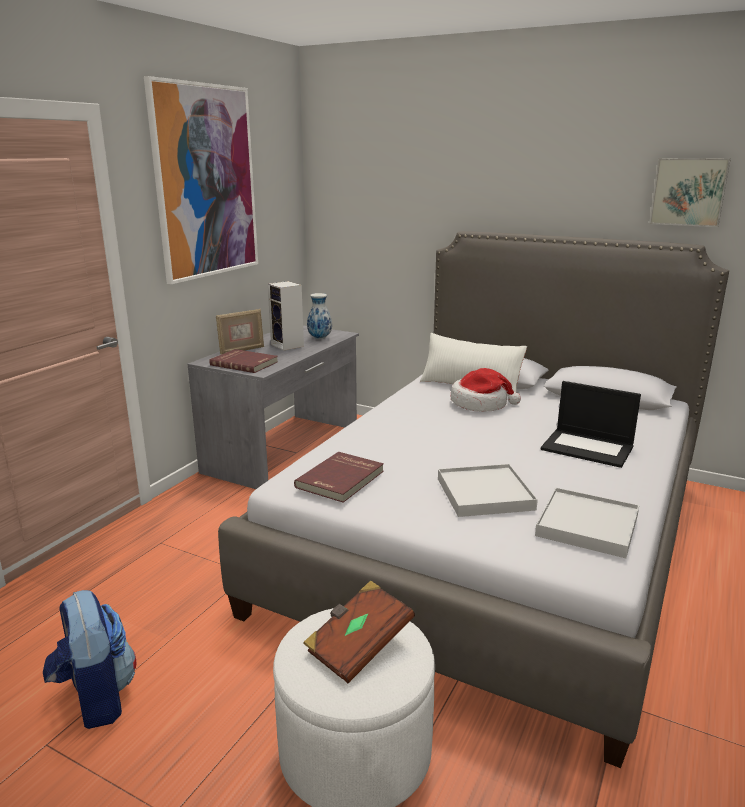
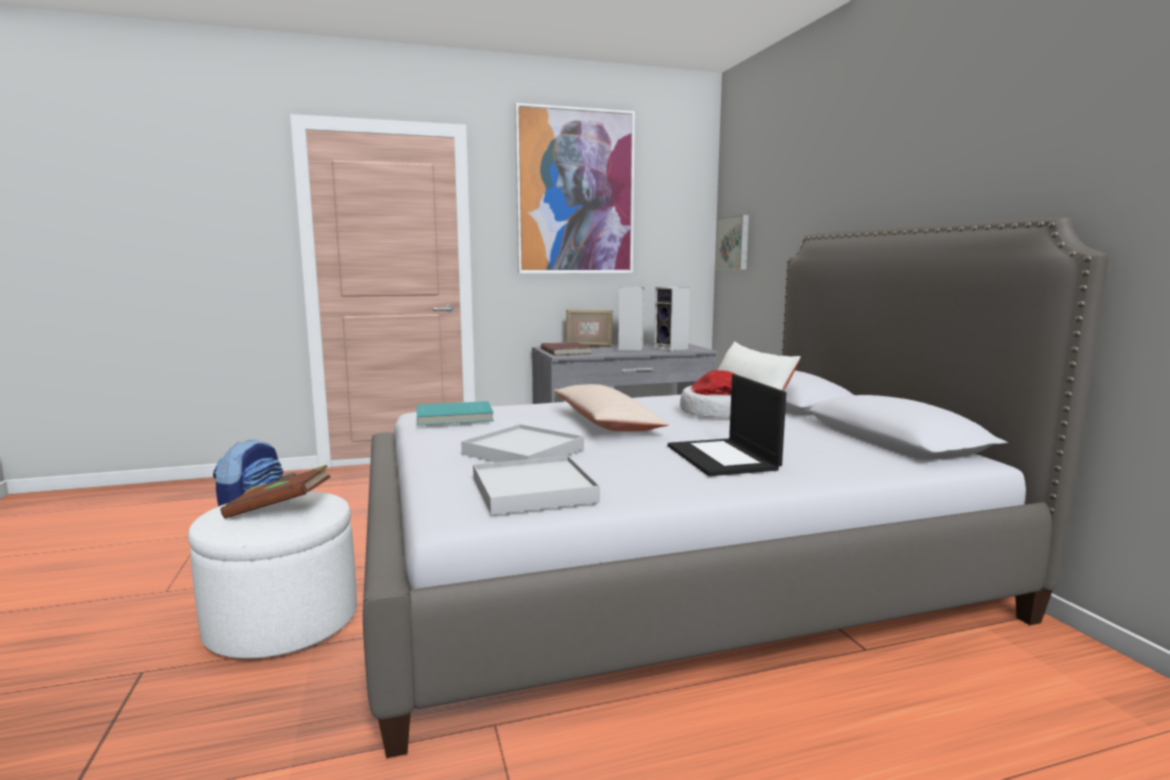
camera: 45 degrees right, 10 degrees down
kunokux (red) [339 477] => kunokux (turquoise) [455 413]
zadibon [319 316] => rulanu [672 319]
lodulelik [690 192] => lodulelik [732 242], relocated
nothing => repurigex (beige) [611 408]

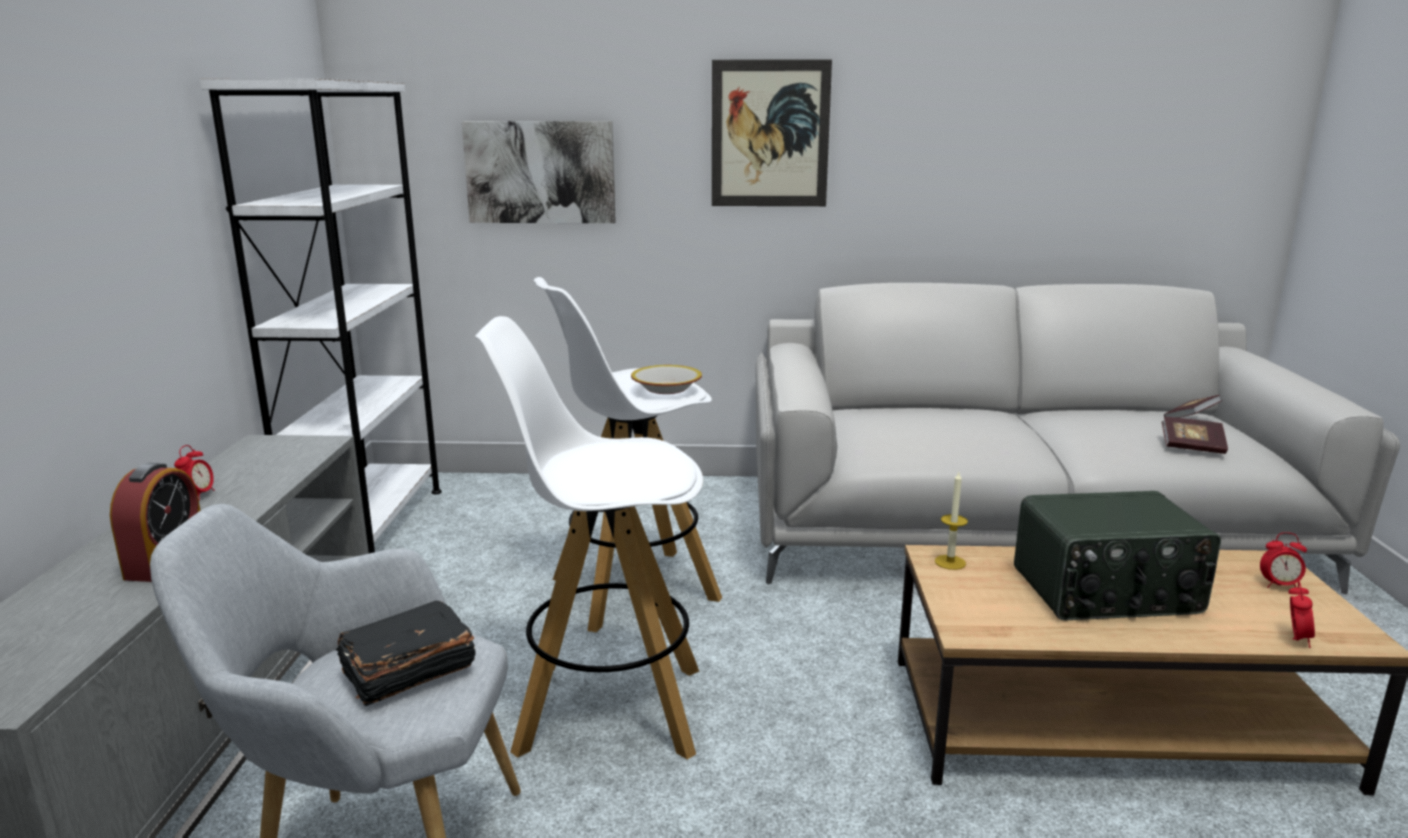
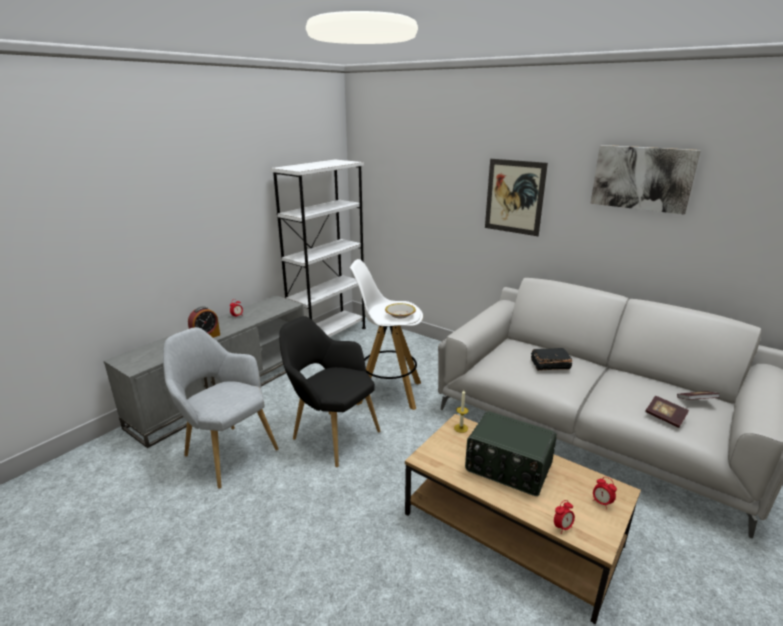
camera: 35 degrees right, 5 degrees up
kunokux (black) [406 653] => kunokux (black) [552 359], relocated
lodulelik [539 172] => lodulelik [645 180], relocated
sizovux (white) [589 537] => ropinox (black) [329 391]

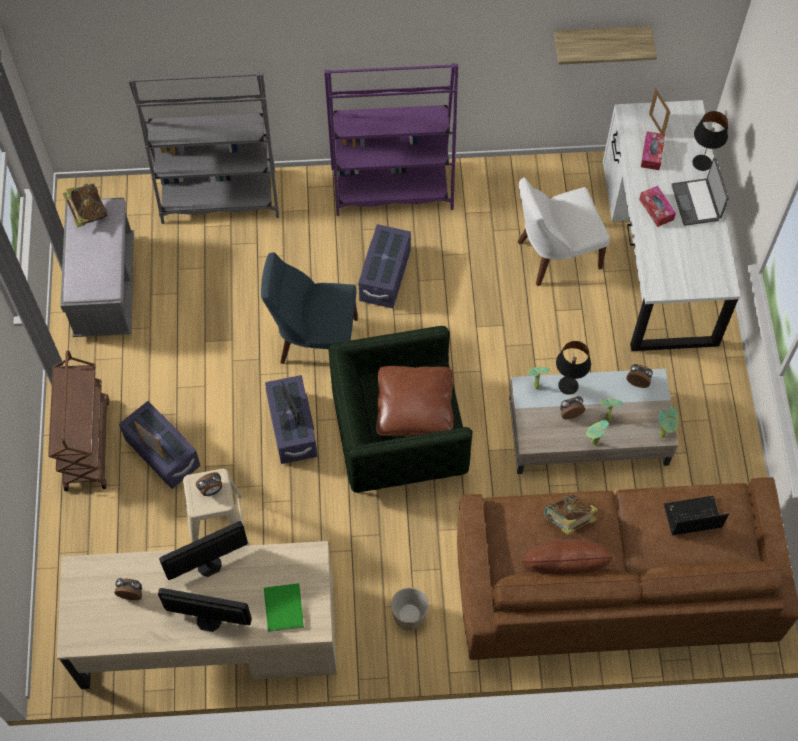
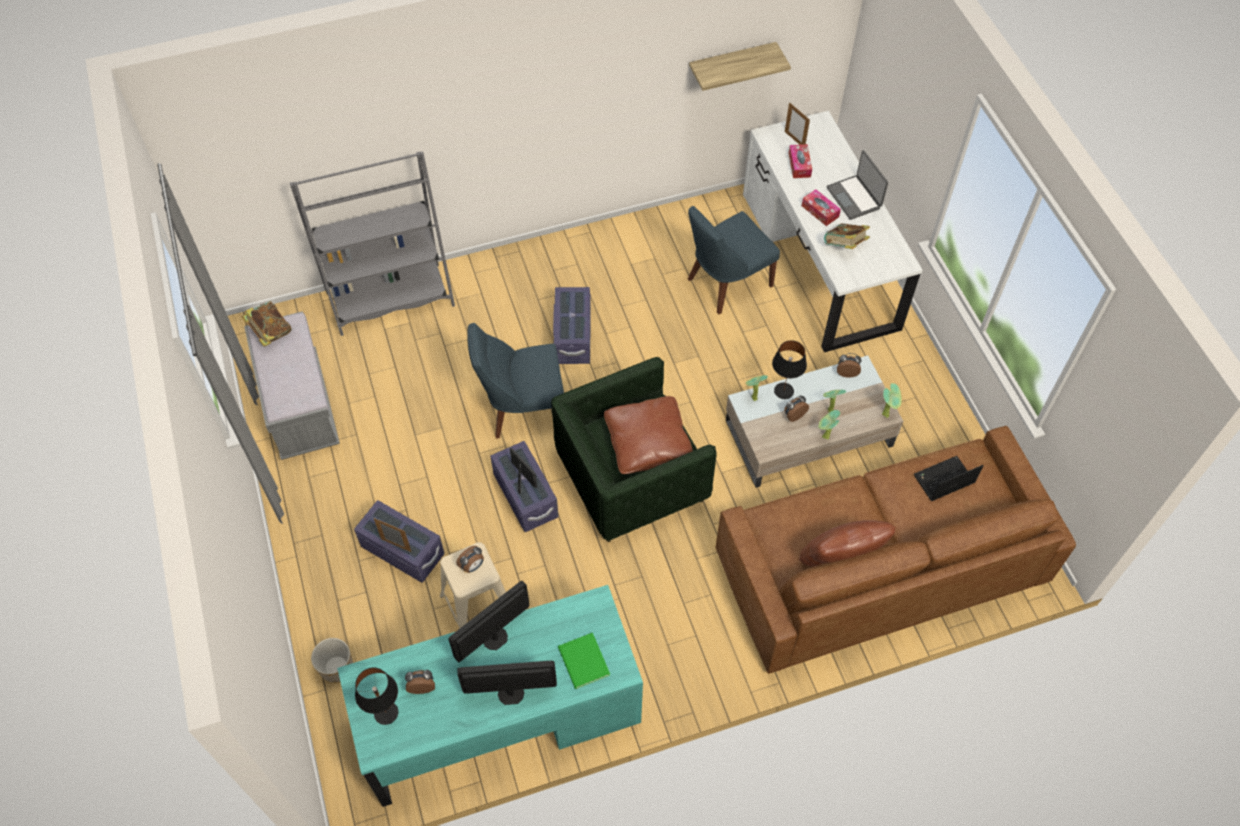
camera: 15 degrees left, 5 degrees down
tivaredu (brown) [78 421] => nothing
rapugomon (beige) [197 615] => rapugomon (turquoise) [490 696]
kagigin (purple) [391 139] => nothing
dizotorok [410 608] => dizotorok [332 660], relocated
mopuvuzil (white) [564 232] => mopuvuzil (blue) [734 260]
kunokux [571 514] => kunokux [847 236], relocated
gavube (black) [710 141] => gavube (black) [376 696], relocated

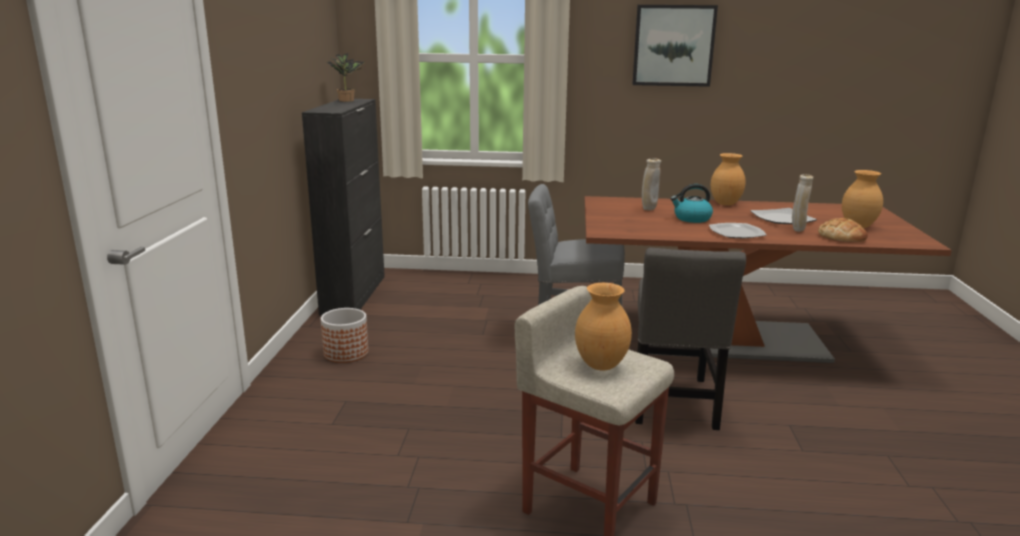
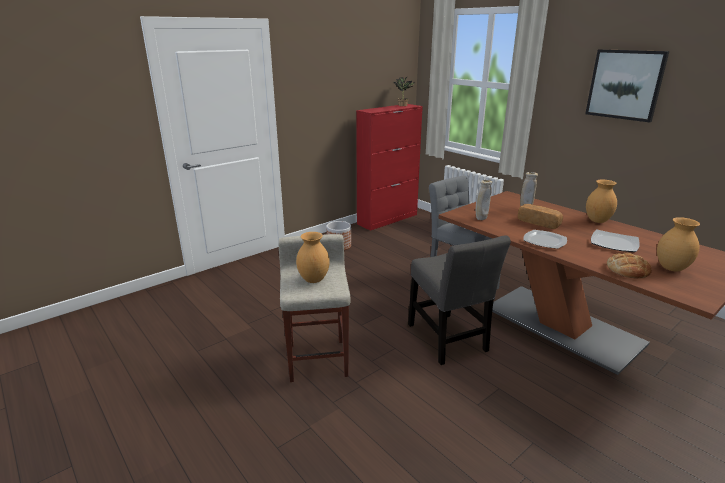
camera: 45 degrees right, 5 degrees up
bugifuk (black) [343 207] => bugifuk (red) [389 167]
mopuvuzil (grey) [690 339] => mopuvuzil (grey) [459 300], 75 degrees counterclockwise
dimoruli [691 203] => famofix [540 216]
zadibon (beige) [802 203] => zadibon (beige) [484 200], relocated

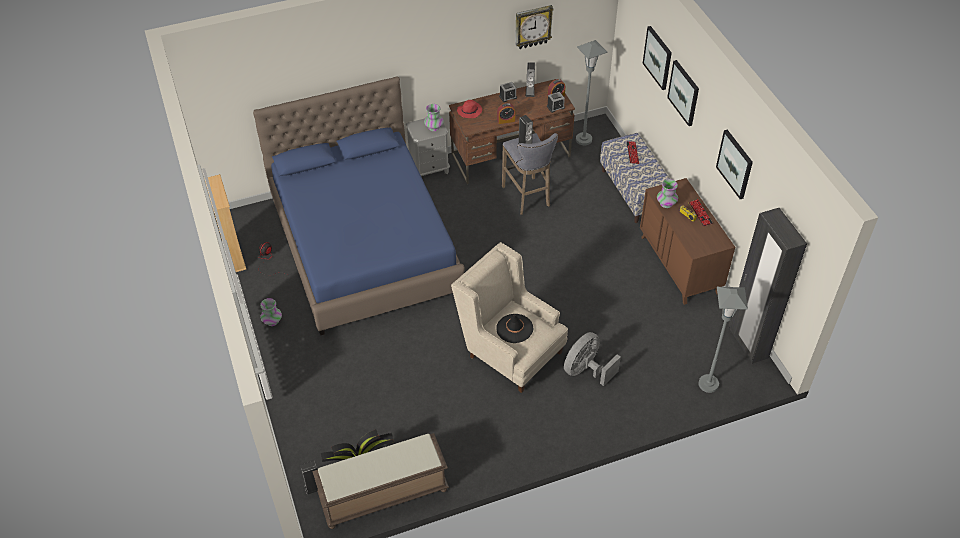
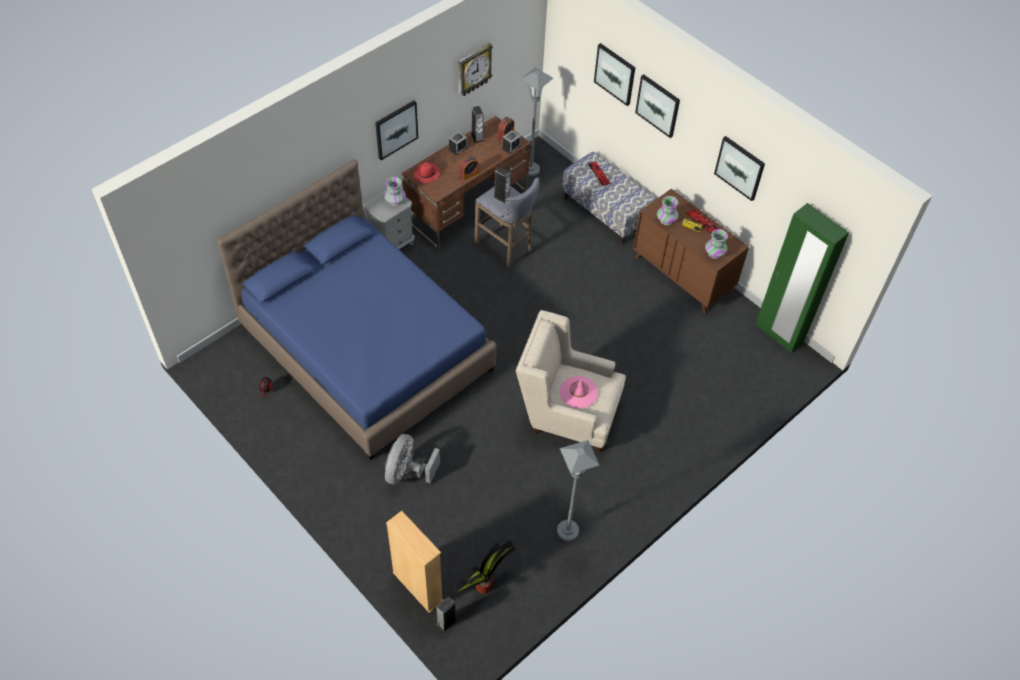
camera: 25 degrees left, 5 degrees up
kagigin (beige) [225 223] => kagigin (beige) [414 562], relocated
zadibon [271 312] => zadibon [716 244], relocated
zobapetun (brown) [381 481] => nothing
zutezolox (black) [514 328] => zutezolox (pink) [578 392]
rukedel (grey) [592 359] => rukedel (grey) [412 459], relocated
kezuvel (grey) [723 340] => kezuvel (grey) [578 490], relocated
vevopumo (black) [768 286] => vevopumo (green) [802 278]
nothing => lodulelik [396 130]

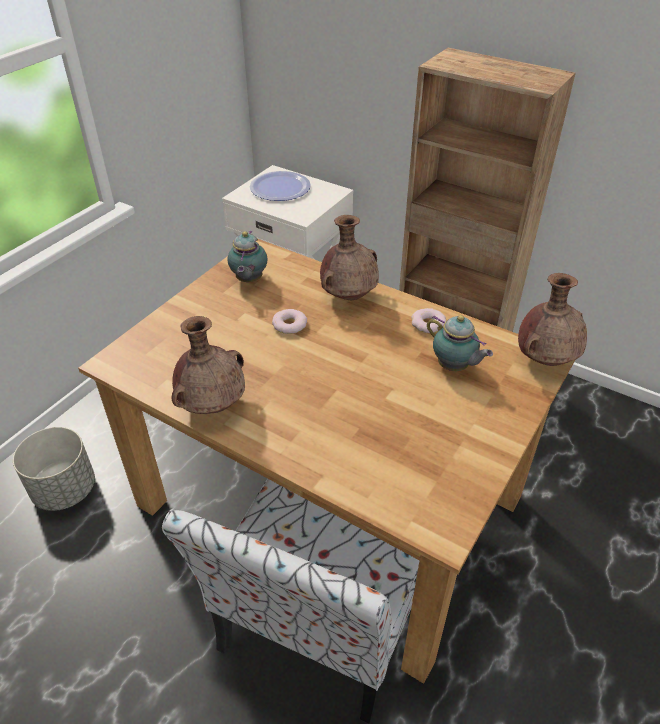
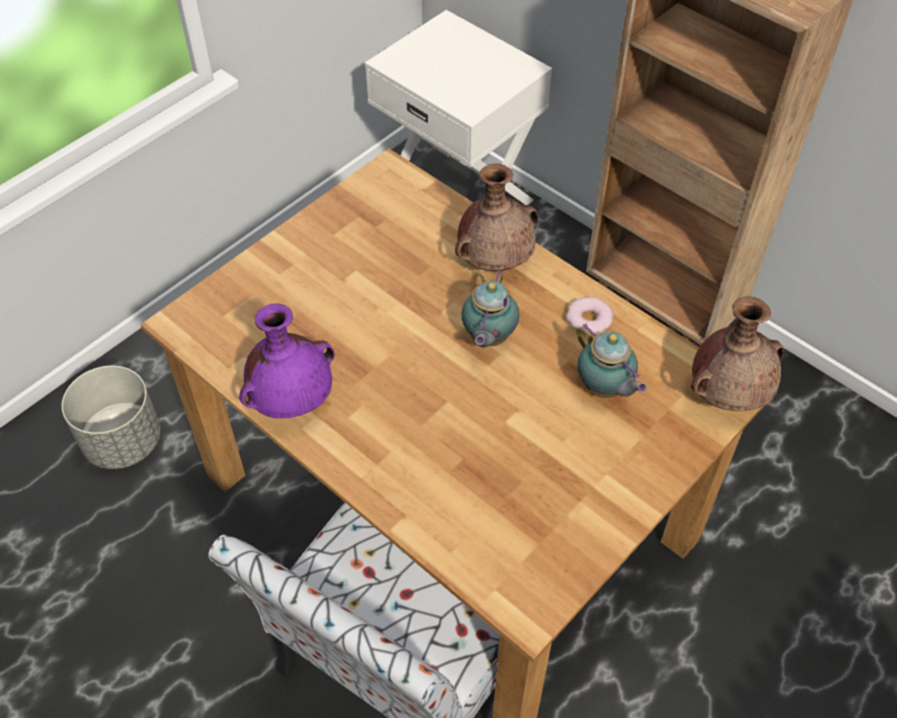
camera: 10 degrees right, 10 degrees up
zadibon (brown) [208 365] => zadibon (purple) [287 360]
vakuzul [247 257] => vakuzul [490 308], relocated
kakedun [280 186] => nothing
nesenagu [289 321] => nothing

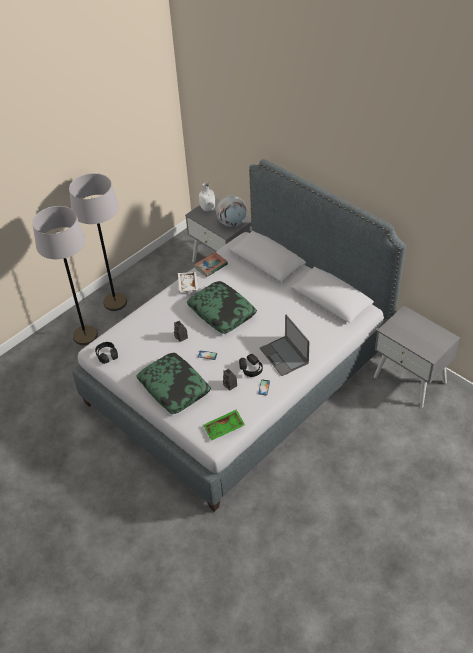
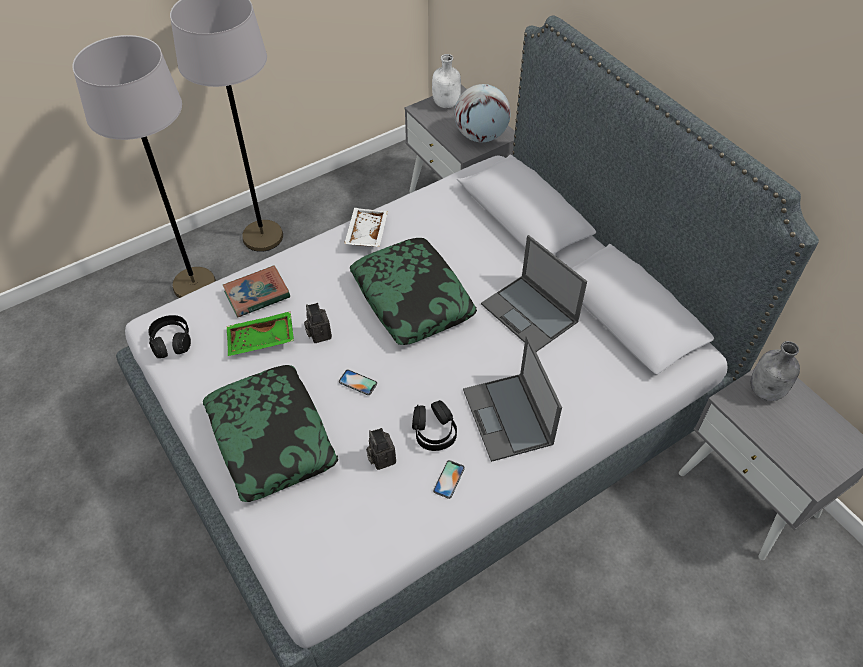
camera: 10 degrees right, 5 degrees up
kunokux [211 264] => kunokux [256 291], relocated
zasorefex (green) [224 425] => zasorefex (green) [260 333], relocated
nothing => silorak [534 293]
nothing => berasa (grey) [775 371]

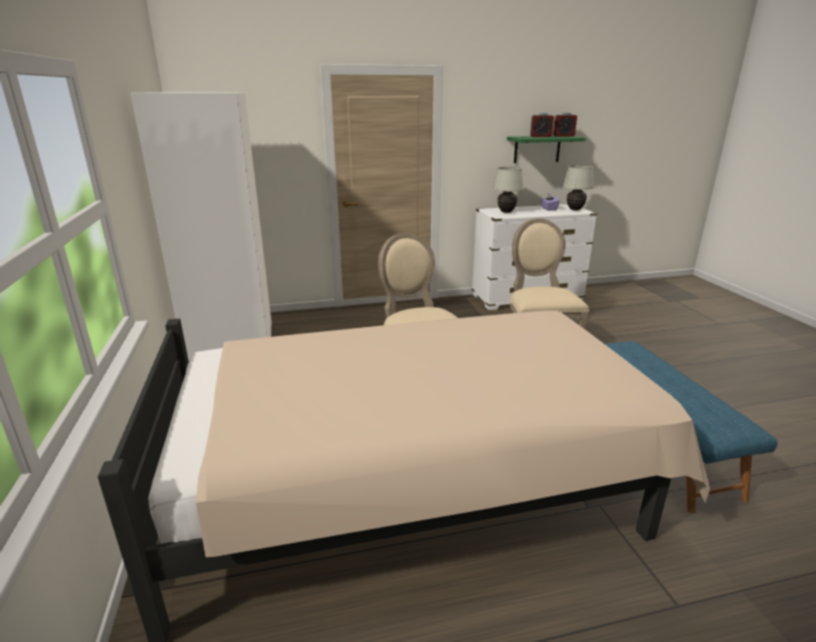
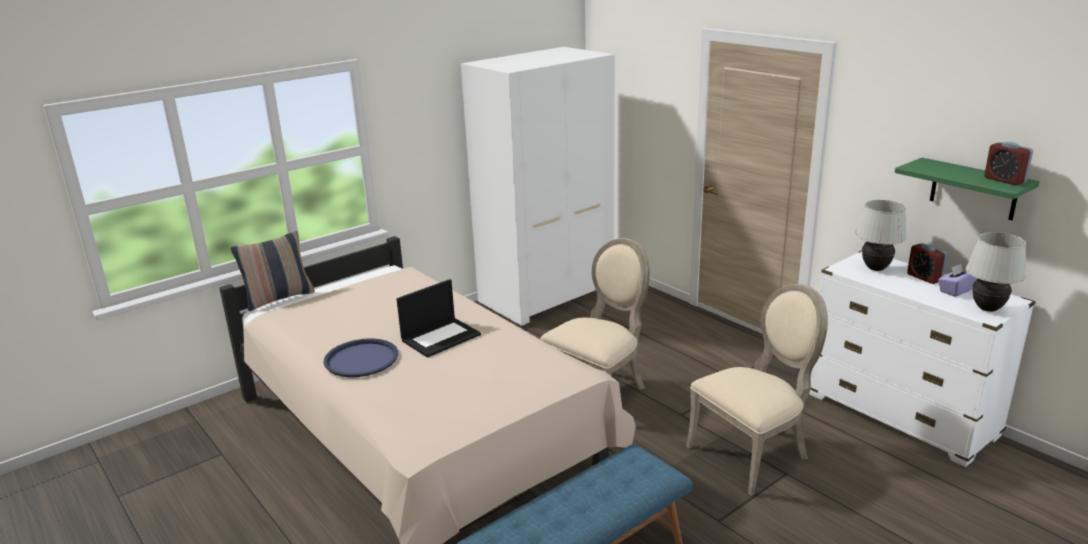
camera: 65 degrees right, 0 degrees up
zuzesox [542 125] => zuzesox [927 263], relocated
nothing => repurigex [273 271]
nothing => zasorefex (blue) [360 357]
nothing => silorak [439 318]

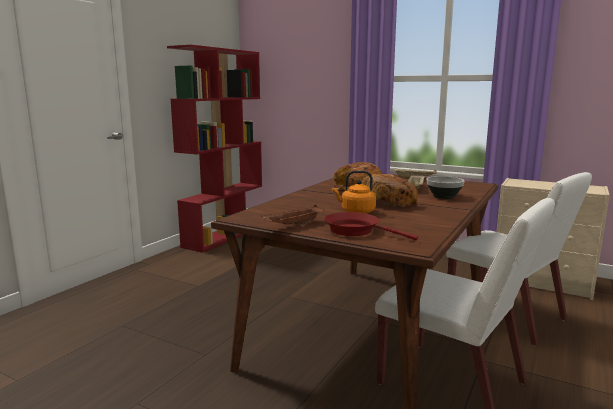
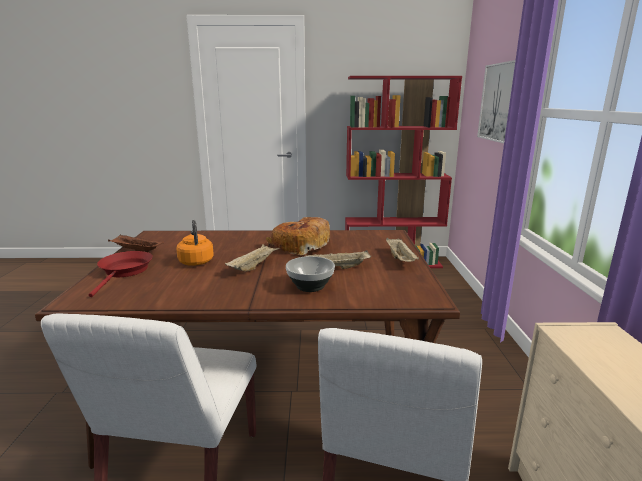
camera: 60 degrees right, 5 degrees up
famofix [390 190] => zasorefex (beige) [252 257]
nothing => lodulelik [496 101]

